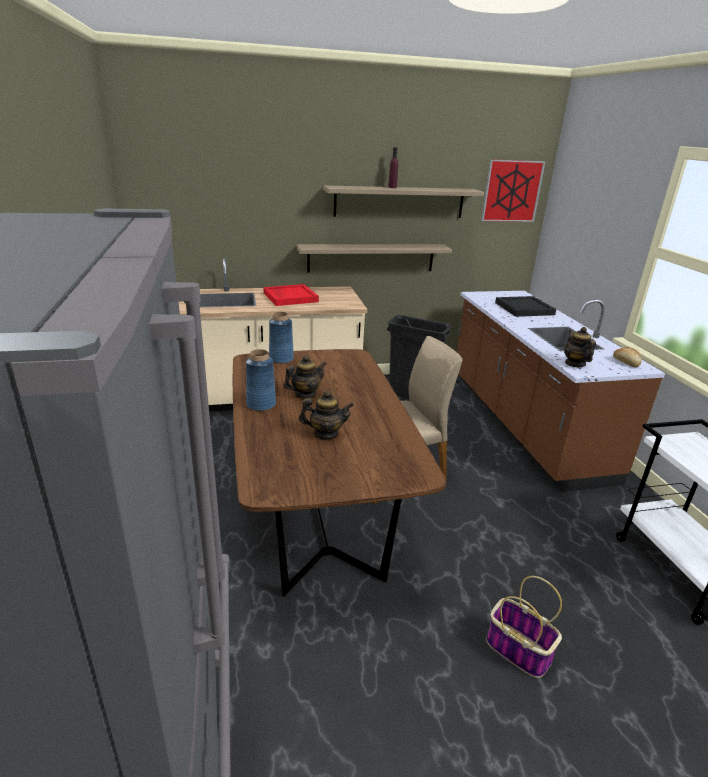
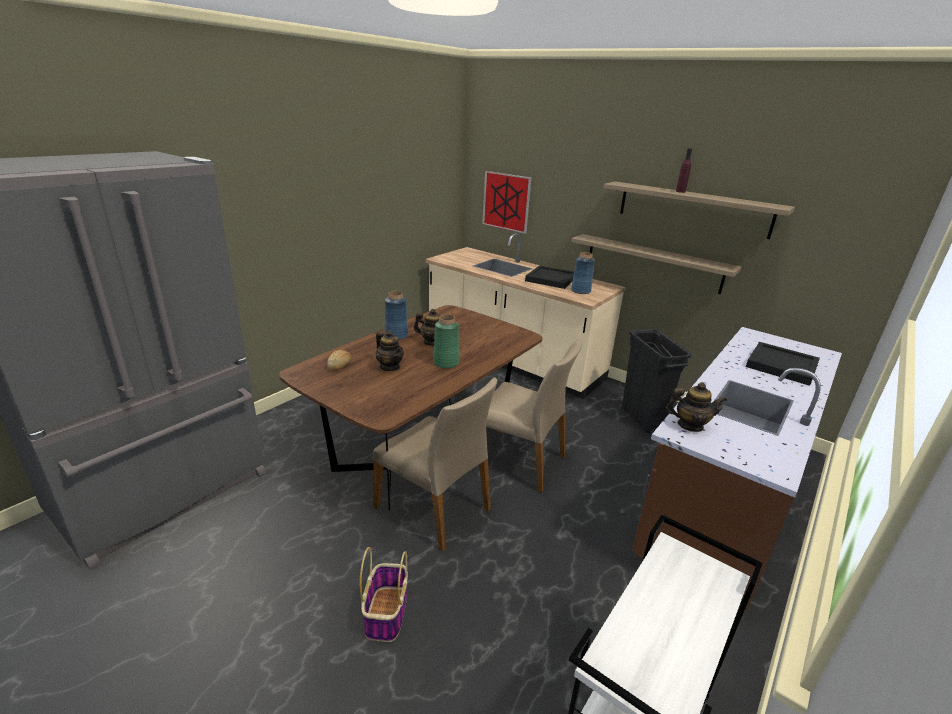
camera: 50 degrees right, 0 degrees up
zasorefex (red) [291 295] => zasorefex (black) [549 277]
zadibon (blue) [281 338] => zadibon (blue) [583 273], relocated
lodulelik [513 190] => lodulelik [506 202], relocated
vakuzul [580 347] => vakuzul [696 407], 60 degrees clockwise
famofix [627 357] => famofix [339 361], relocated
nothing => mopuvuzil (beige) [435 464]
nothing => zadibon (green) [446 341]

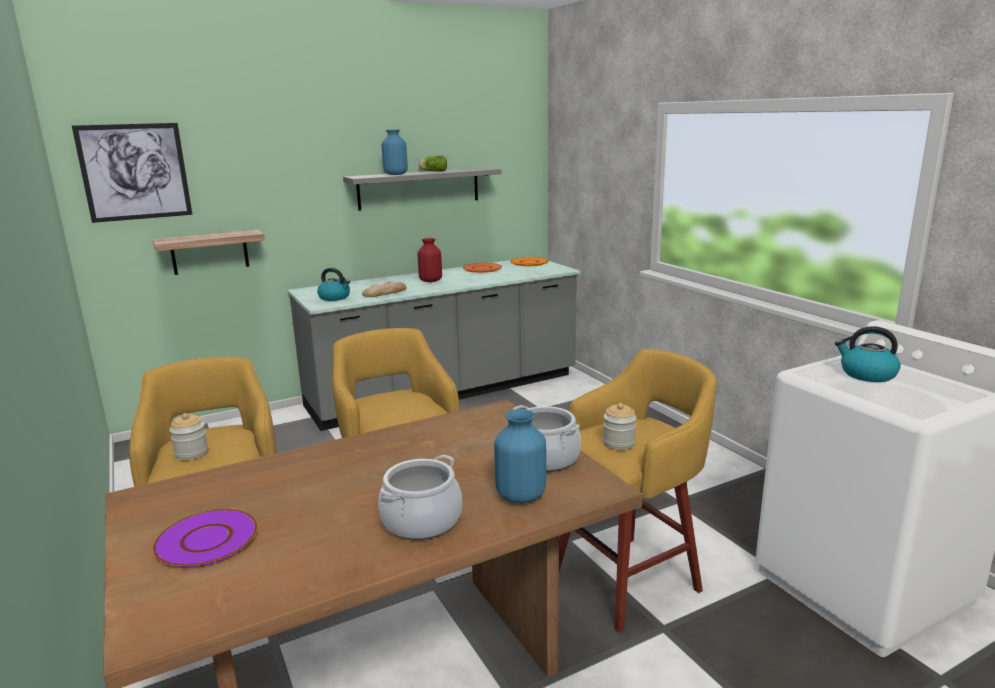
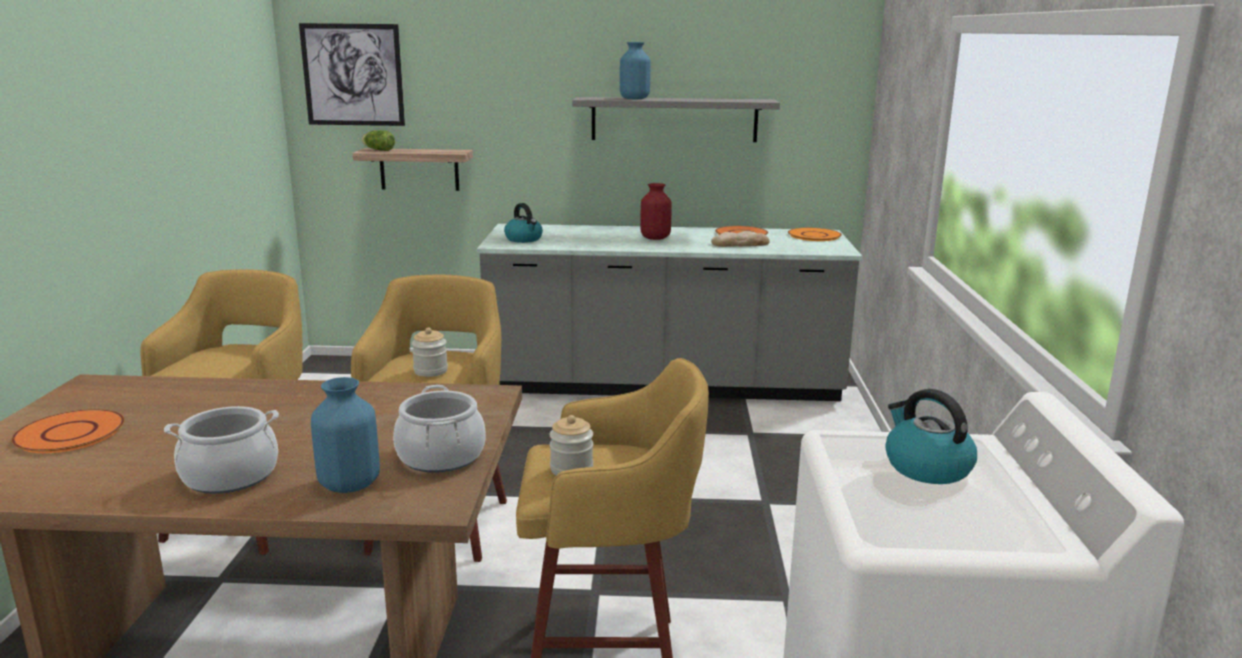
camera: 30 degrees right, 0 degrees up
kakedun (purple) [205 538] => kakedun (orange) [68 431]
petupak [188 436] => petupak [430 352], relocated
famofix [384 289] => famofix [740 239], relocated
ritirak [433 163] => ritirak [378 141], relocated

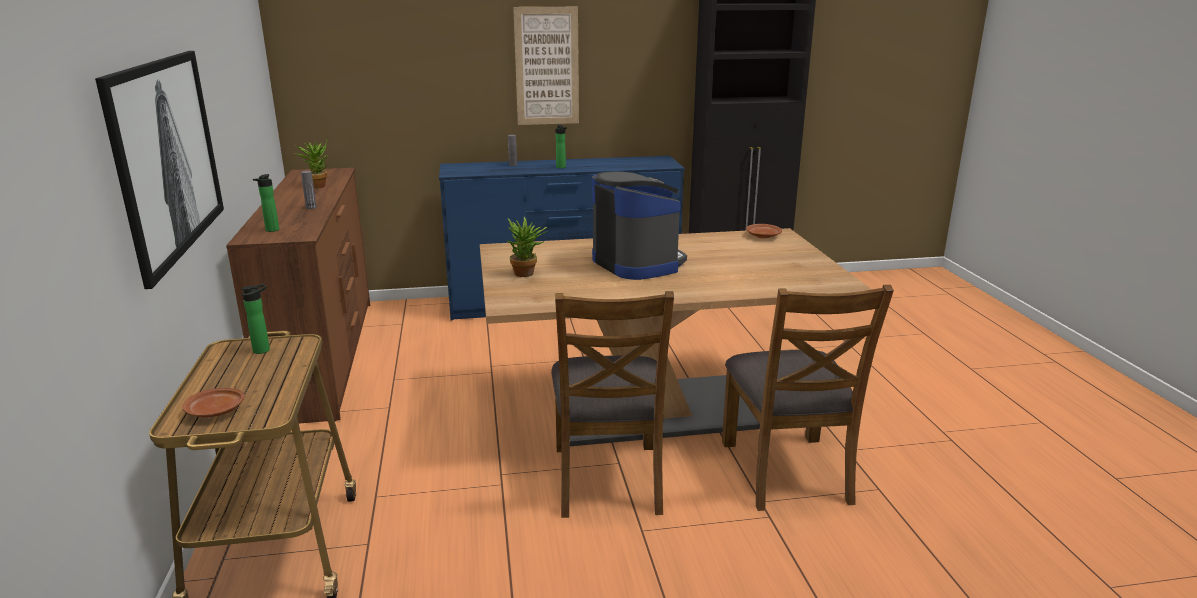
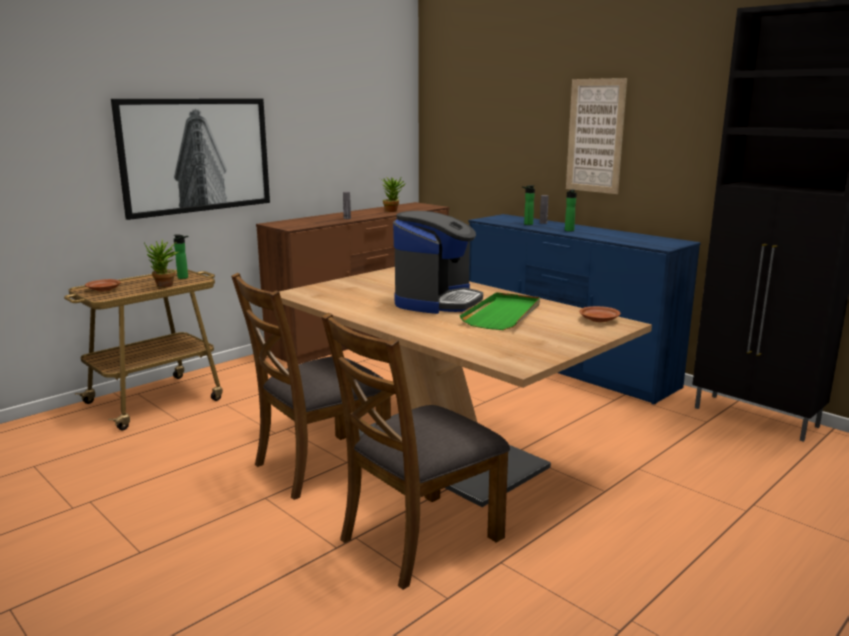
camera: 55 degrees right, 5 degrees down
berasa [266 203] => berasa [528 205], relocated
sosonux [526 247] => sosonux [161 263], relocated
nothing => zasorefex (green) [500 311]

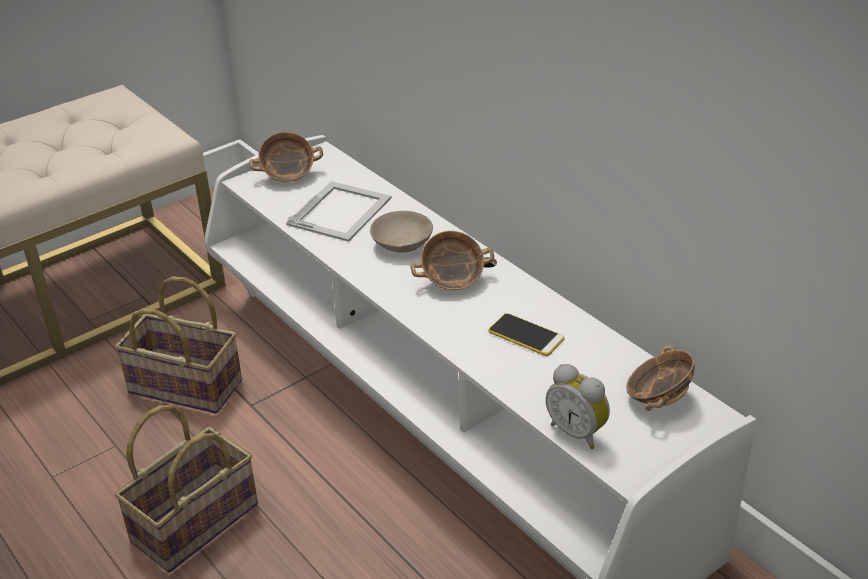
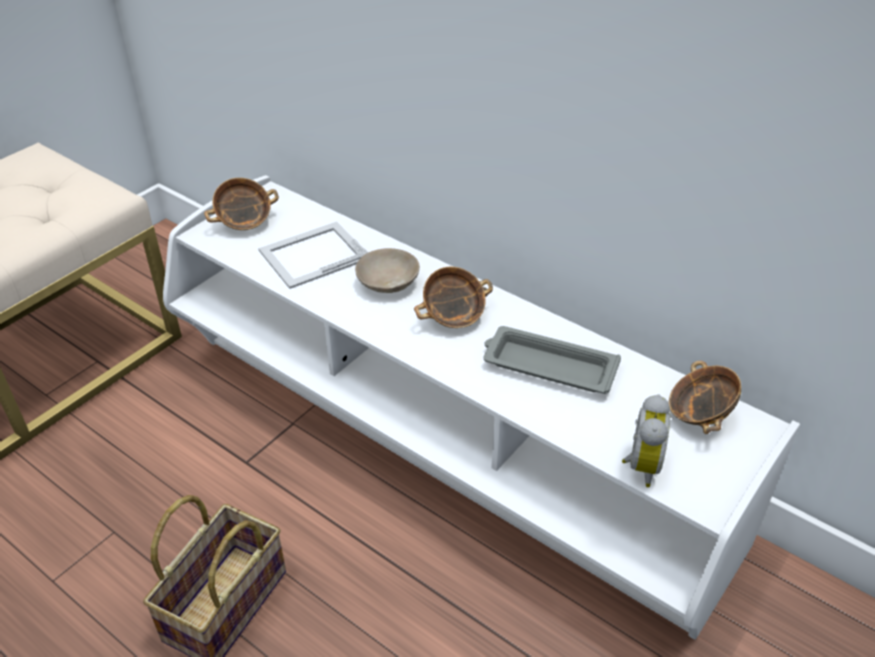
camera: 15 degrees left, 5 degrees up
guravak [178 345] => nothing
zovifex [339 211] => zovifex [313 255], 135 degrees counterclockwise
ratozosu [526 334] => zasorefex (grey) [552 360]
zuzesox [578 406] => zuzesox [646 440], 105 degrees counterclockwise

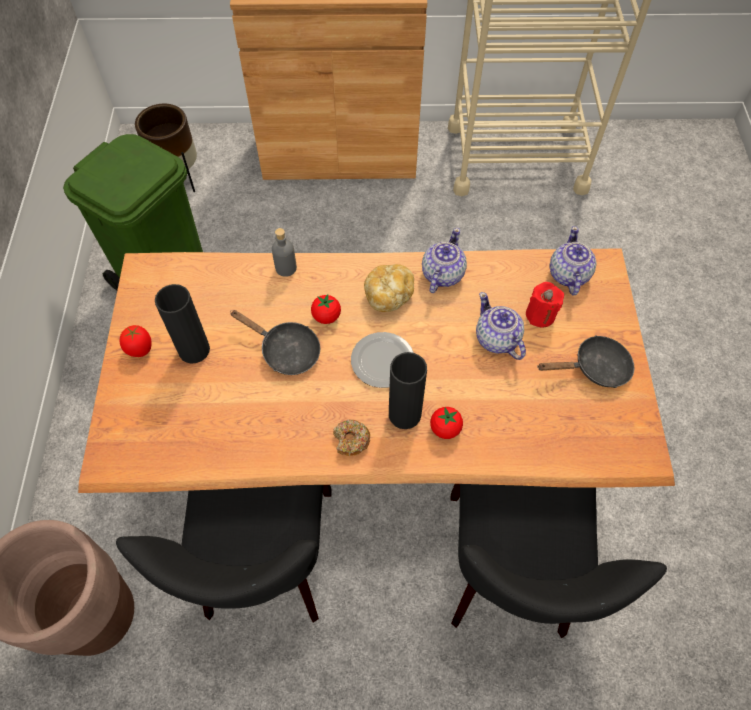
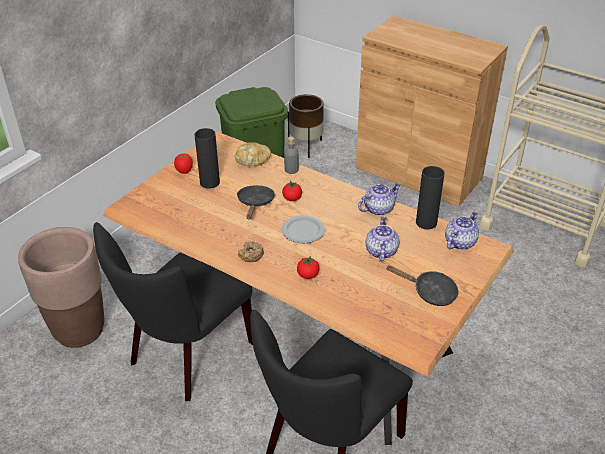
camera: 35 degrees right, 20 degrees down
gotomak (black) [275 342] => gotomak (black) [256 202], 150 degrees counterclockwise
famofix [389 288] => famofix [253 154], relocated
zadibon (black) [408 390] => zadibon (black) [430 198], relocated
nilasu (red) [545 304] => nothing

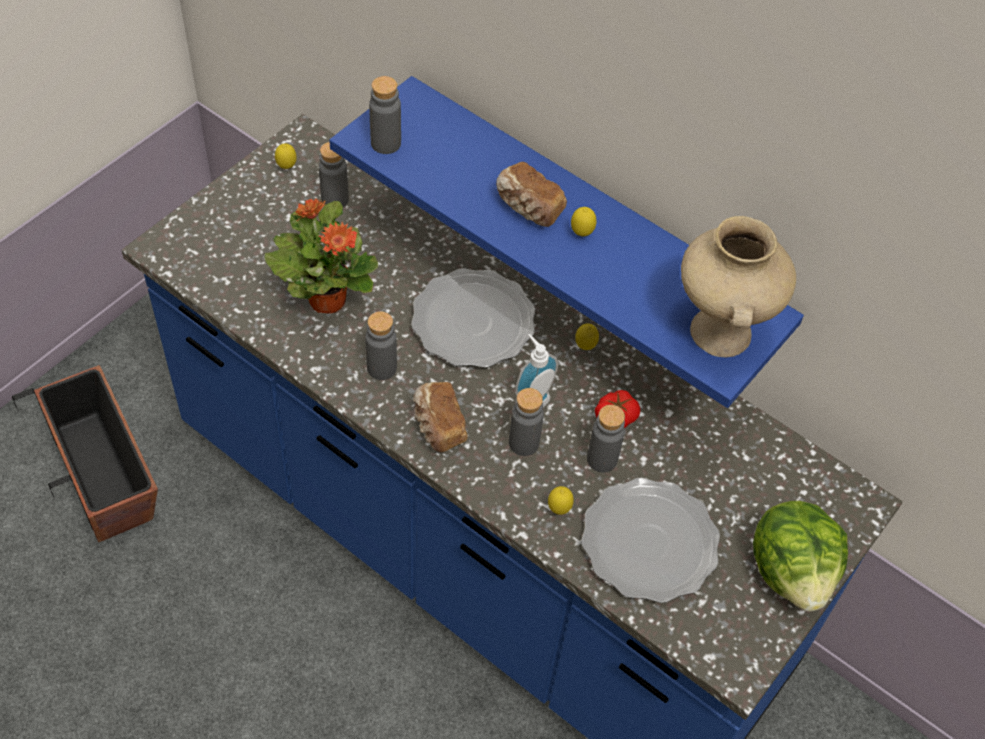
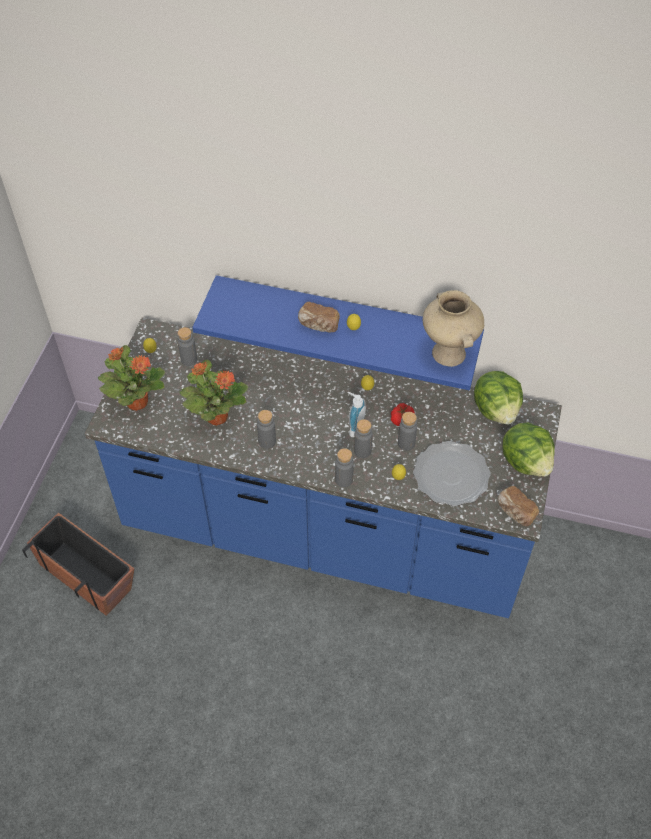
camera: 20 degrees left, 0 degrees up
berasa (grey) [385 115] => berasa (grey) [344 467], relocated
kakedun [473 318] => nothing
famofix [440 417] => famofix [518 506], relocated
nothing => sosonux [131 378]
nothing => ritirak [498 398]

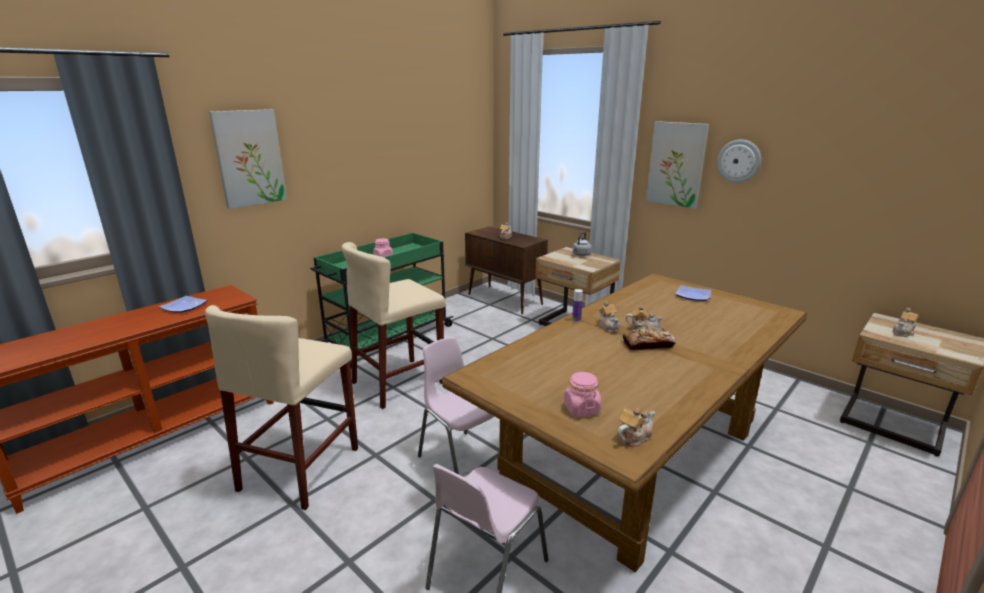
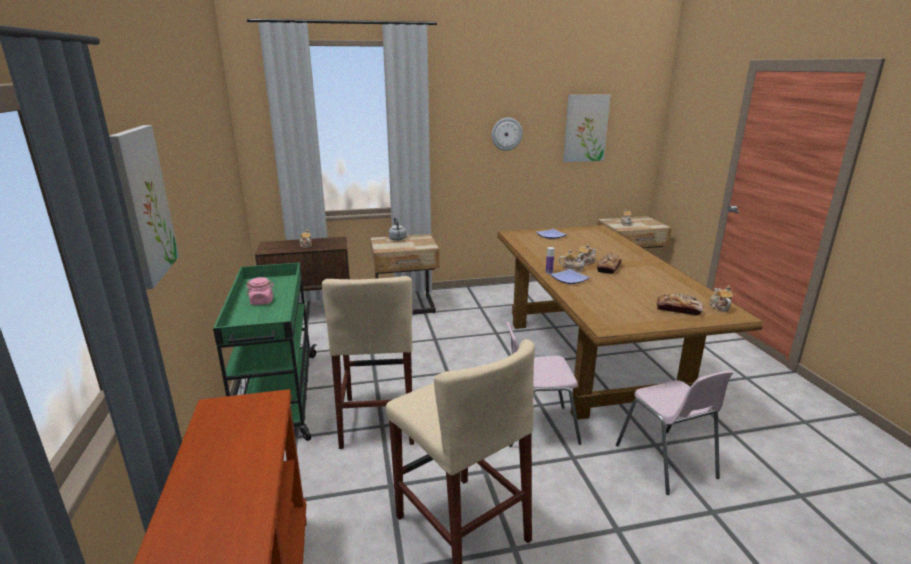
camera: 55 degrees left, 0 degrees up
kakedun [183 304] => kakedun [570 276], relocated
petupak (pink) [582 394] => famofix [680 304]
lodulelik [677 164] => lodulelik [587 128], relocated

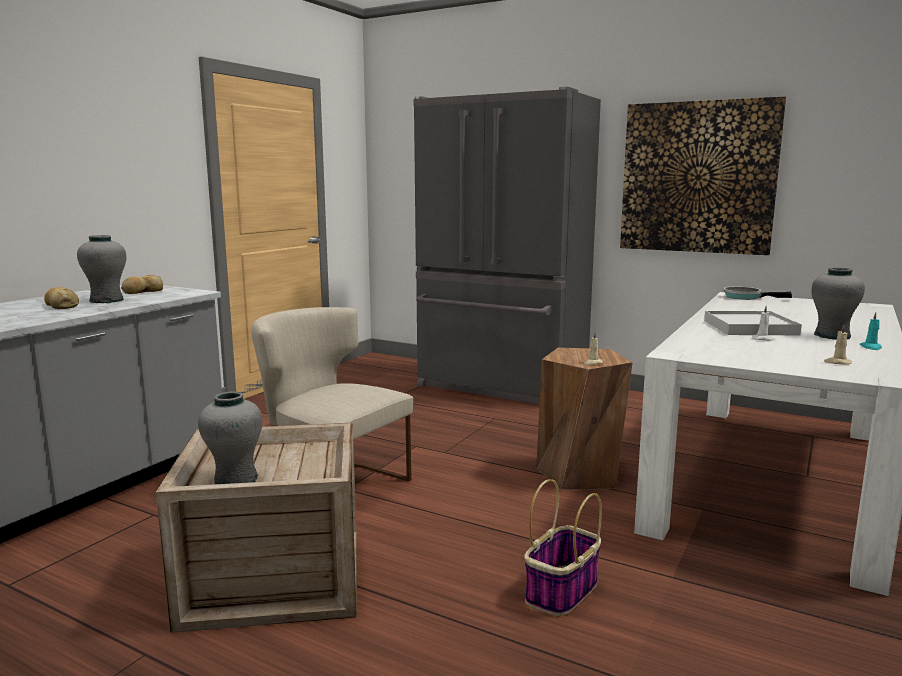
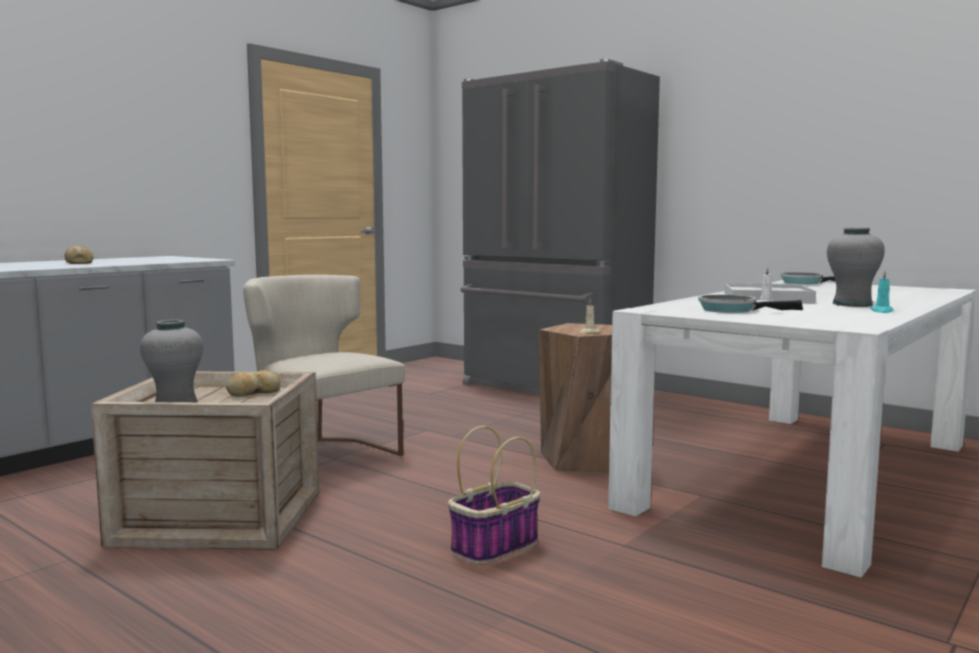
camera: 10 degrees right, 5 degrees down
zadibon (grey) [101 269] => nothing
famofix [142 284] => famofix [253 383], relocated
lodulelik [703 175] => nothing
nilasu (beige) [838 344] => nothing
nothing => gotomak [750 304]

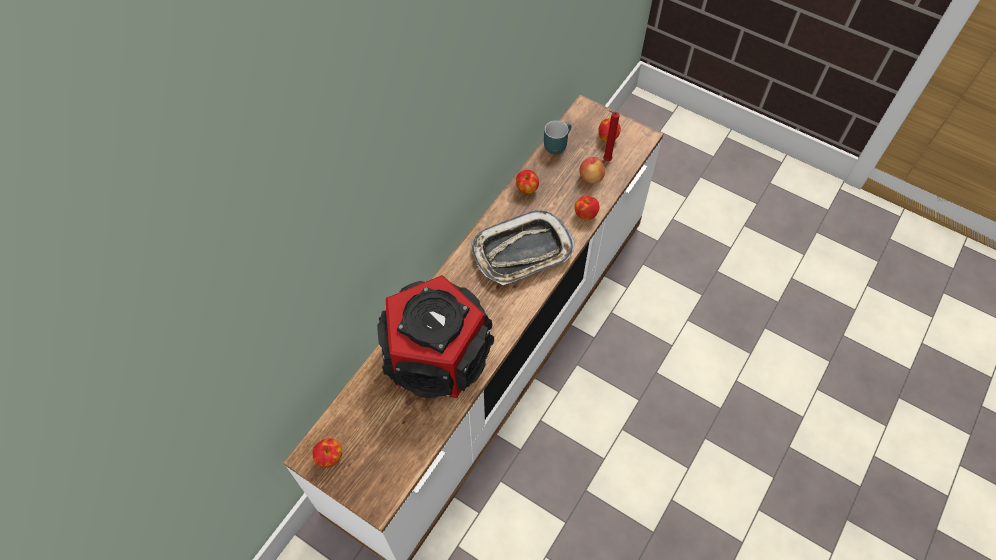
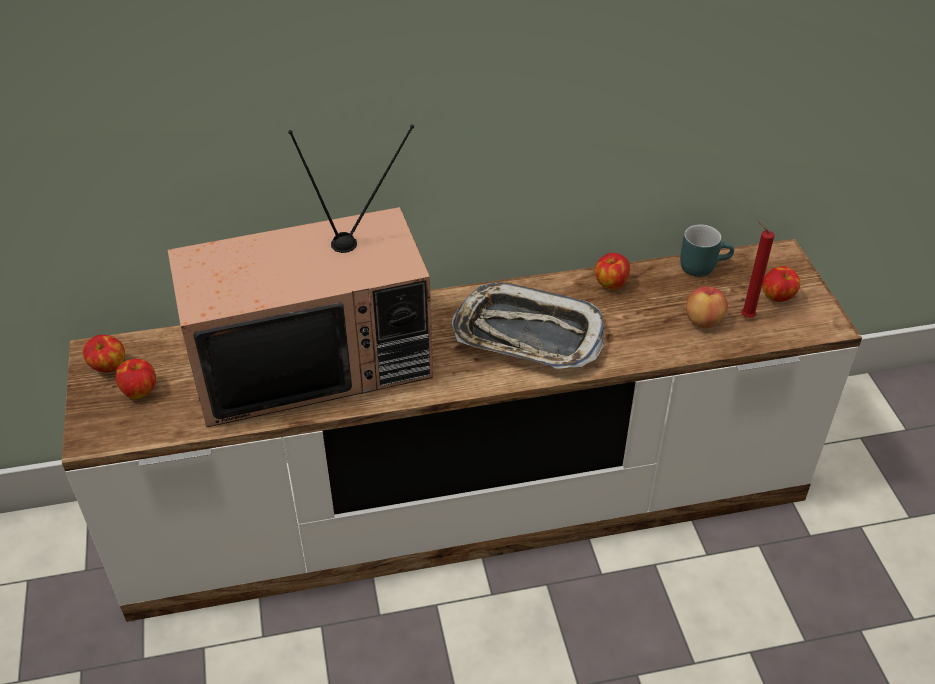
camera: 45 degrees right, 15 degrees down
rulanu [435 337] => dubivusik [300 276]
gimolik [586 208] => gimolik [136 379], relocated

